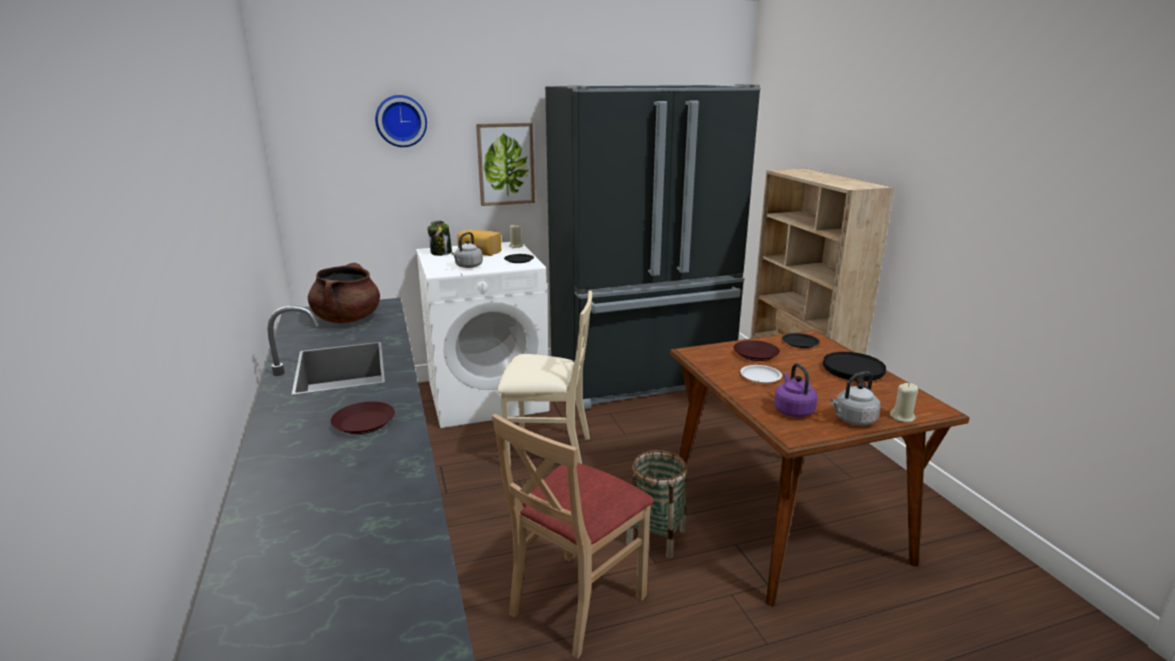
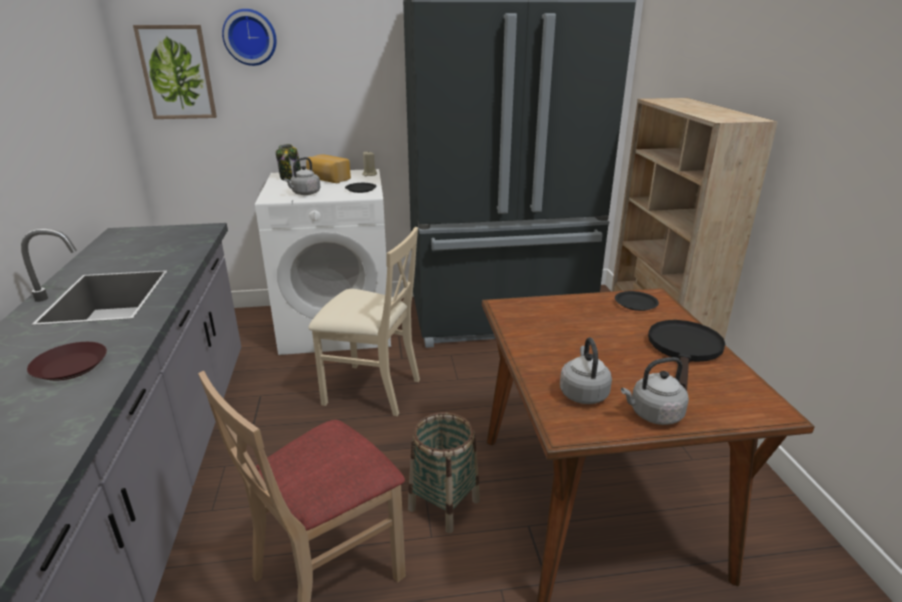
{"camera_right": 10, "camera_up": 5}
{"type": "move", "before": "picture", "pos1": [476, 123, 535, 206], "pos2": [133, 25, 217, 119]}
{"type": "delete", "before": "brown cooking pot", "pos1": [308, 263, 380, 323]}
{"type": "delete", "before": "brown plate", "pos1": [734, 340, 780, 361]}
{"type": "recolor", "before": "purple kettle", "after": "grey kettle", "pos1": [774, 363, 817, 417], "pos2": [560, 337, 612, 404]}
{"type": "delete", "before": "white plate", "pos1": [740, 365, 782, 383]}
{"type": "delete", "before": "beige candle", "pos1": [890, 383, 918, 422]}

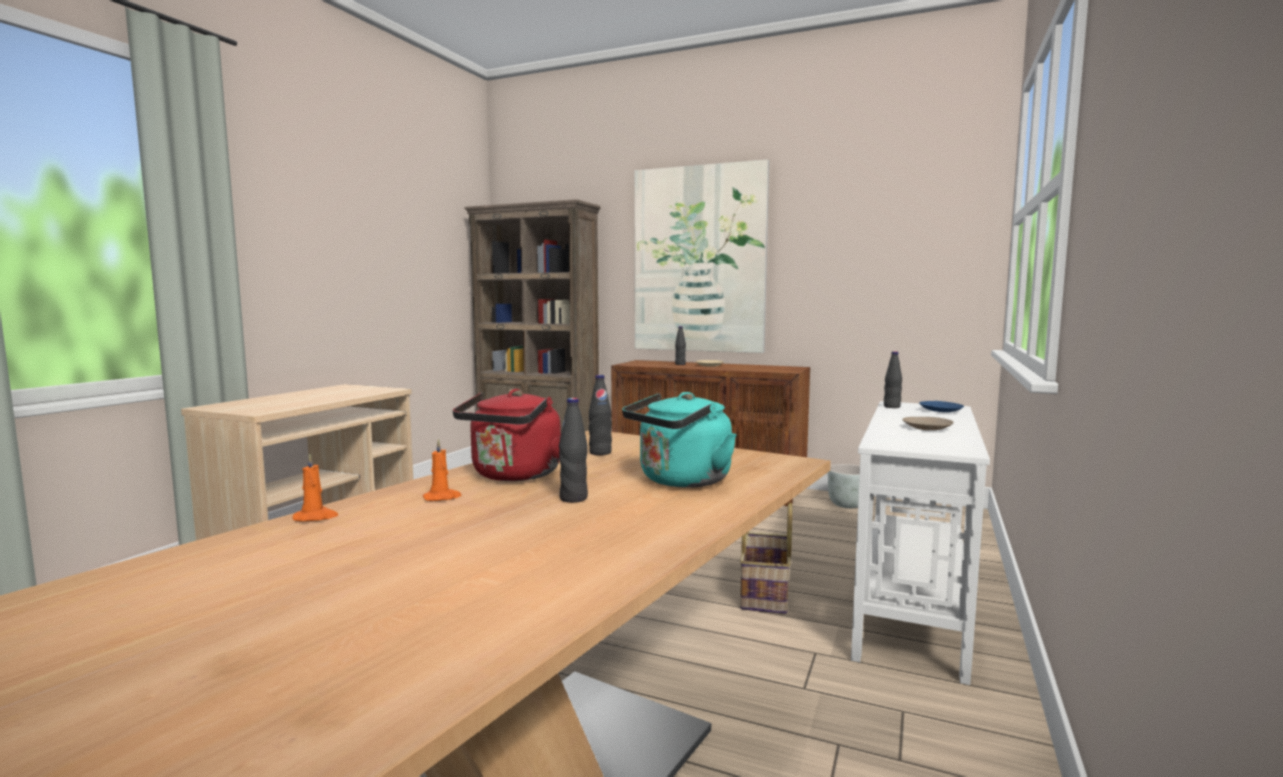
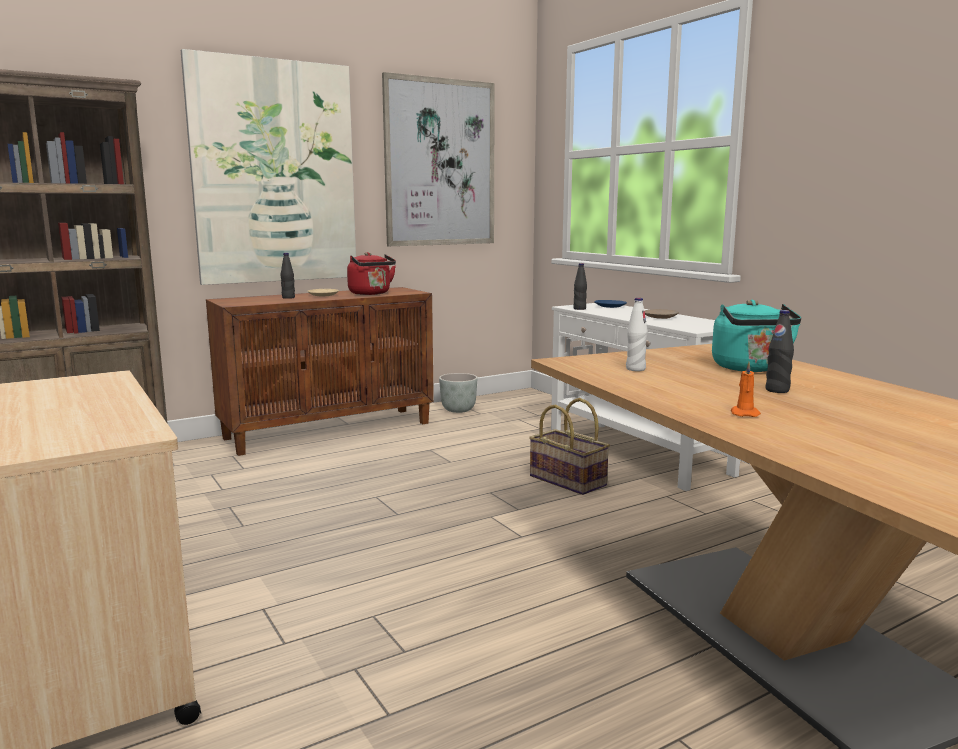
{"camera_right": -55, "camera_up": 5}
{"type": "recolor", "before": "black bottle", "after": "white bottle", "pos1": [589, 375, 612, 455], "pos2": [626, 298, 648, 371]}
{"type": "move", "before": "red kettle", "pos1": [453, 389, 561, 481], "pos2": [347, 252, 396, 295]}
{"type": "delete", "before": "orange candle", "pos1": [293, 453, 338, 522]}
{"type": "insert", "after": "picture", "pos2": [382, 72, 495, 246]}

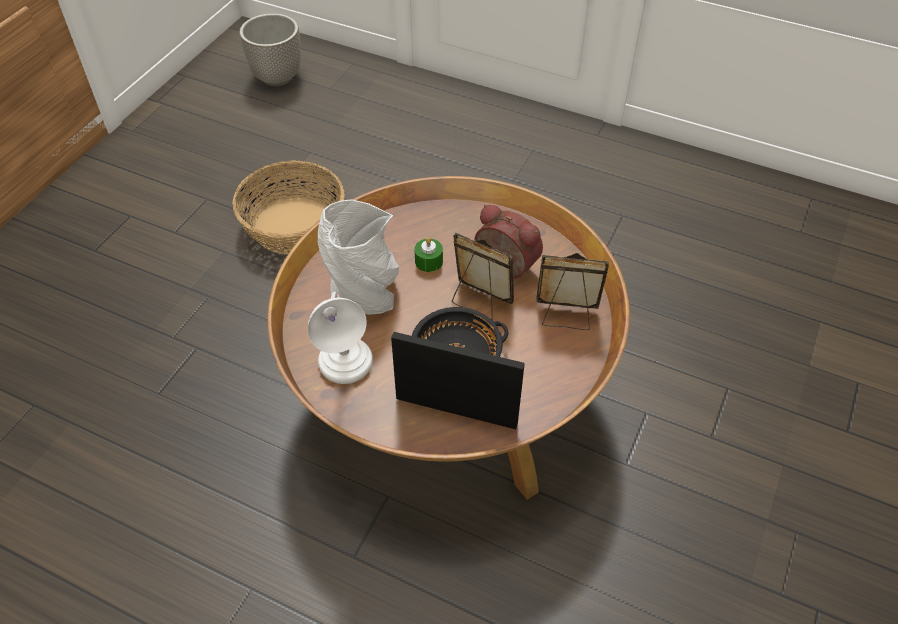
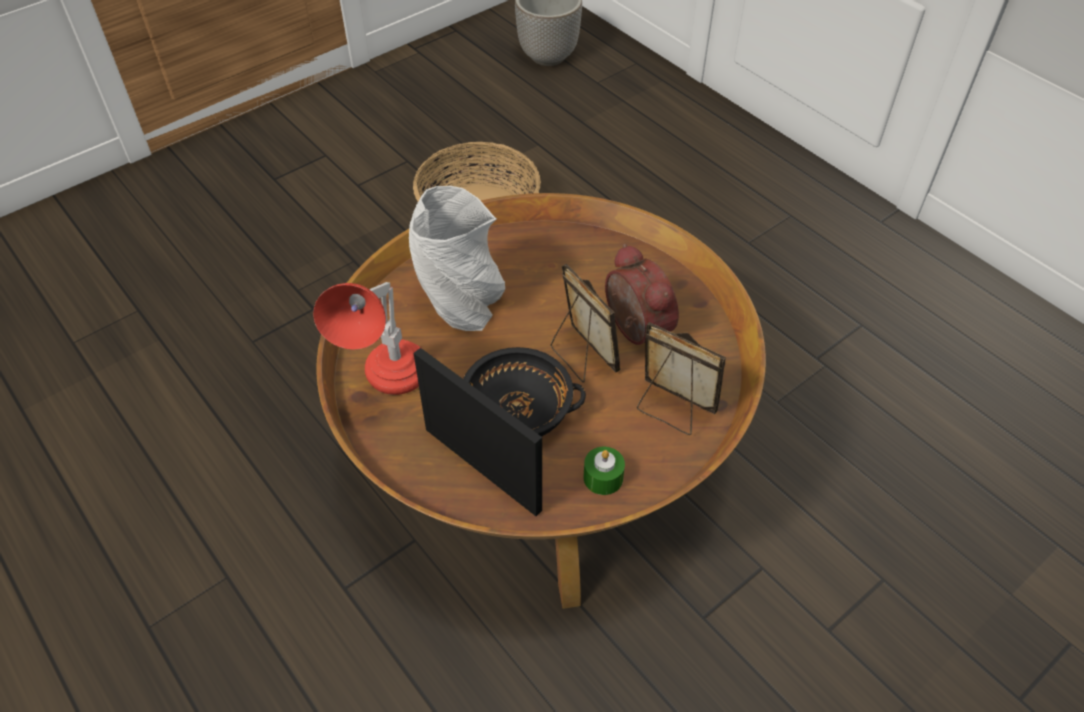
{"camera_right": 25, "camera_up": 0}
{"type": "move", "before": "green candle", "pos1": [414, 237, 443, 272], "pos2": [583, 447, 625, 495]}
{"type": "recolor", "before": "white table lamp", "after": "red table lamp", "pos1": [308, 292, 373, 384], "pos2": [313, 282, 421, 395]}

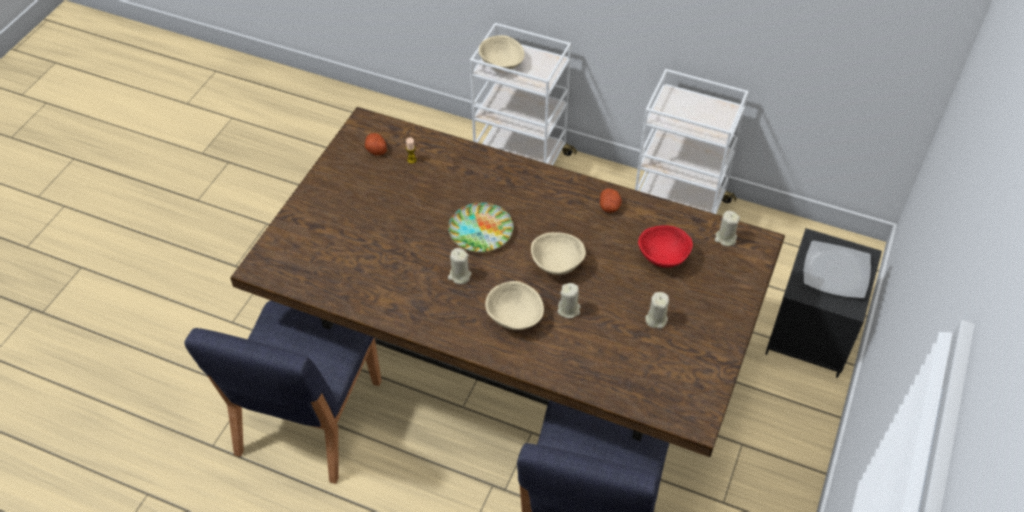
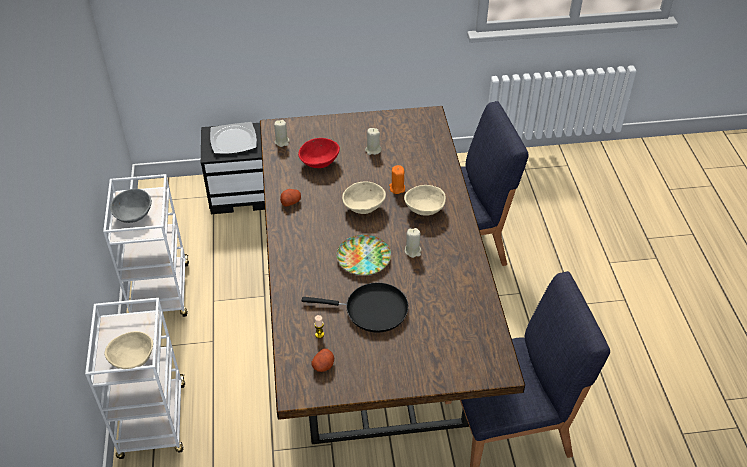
{"camera_right": -120, "camera_up": -5}
{"type": "recolor", "before": "beige candle", "after": "orange candle", "pos1": [557, 283, 581, 318], "pos2": [389, 165, 405, 194]}
{"type": "insert", "after": "grey bowl", "pos2": [110, 189, 152, 223]}
{"type": "insert", "after": "black frying pan", "pos2": [302, 283, 408, 333]}

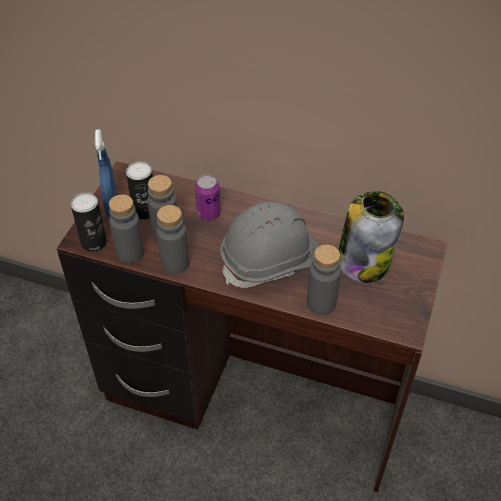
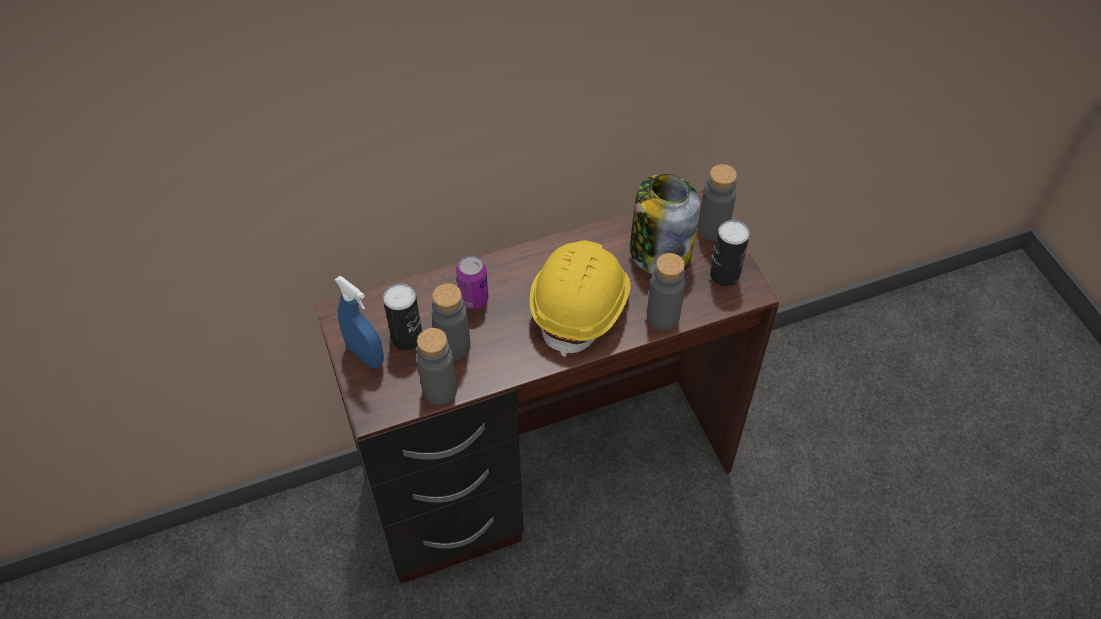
{"camera_right": -40, "camera_up": 5}
{"type": "move", "before": "can", "pos1": [71, 192, 107, 252], "pos2": [710, 220, 750, 287]}
{"type": "recolor", "before": "grey hard hat", "after": "yellow hard hat", "pos1": [220, 202, 319, 288], "pos2": [530, 240, 631, 357]}
{"type": "move", "before": "grey bottle", "pos1": [156, 205, 189, 274], "pos2": [698, 164, 737, 241]}

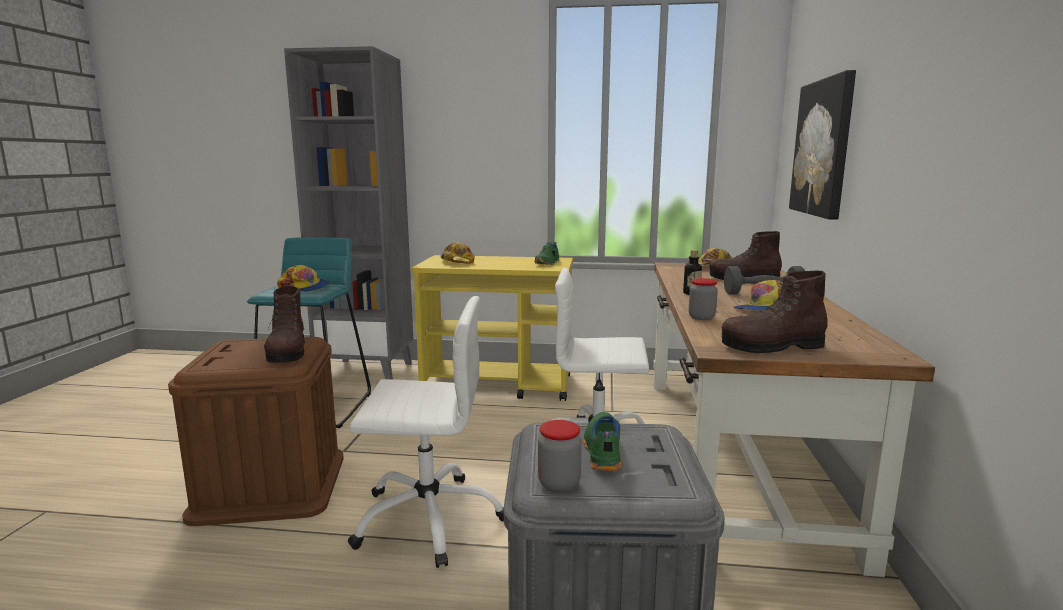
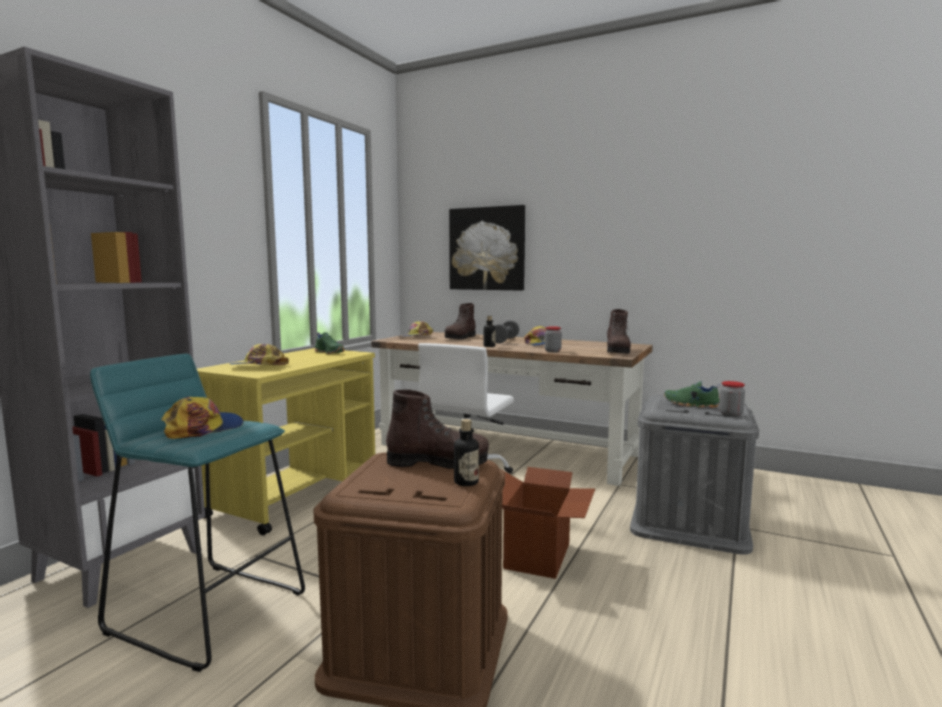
{"camera_right": -70, "camera_up": -5}
{"type": "replace", "before": "white office chair", "after": "cardboard box", "pos1": [348, 296, 504, 568], "pos2": [502, 467, 595, 579]}
{"type": "insert", "after": "bottle", "pos2": [454, 419, 479, 486]}

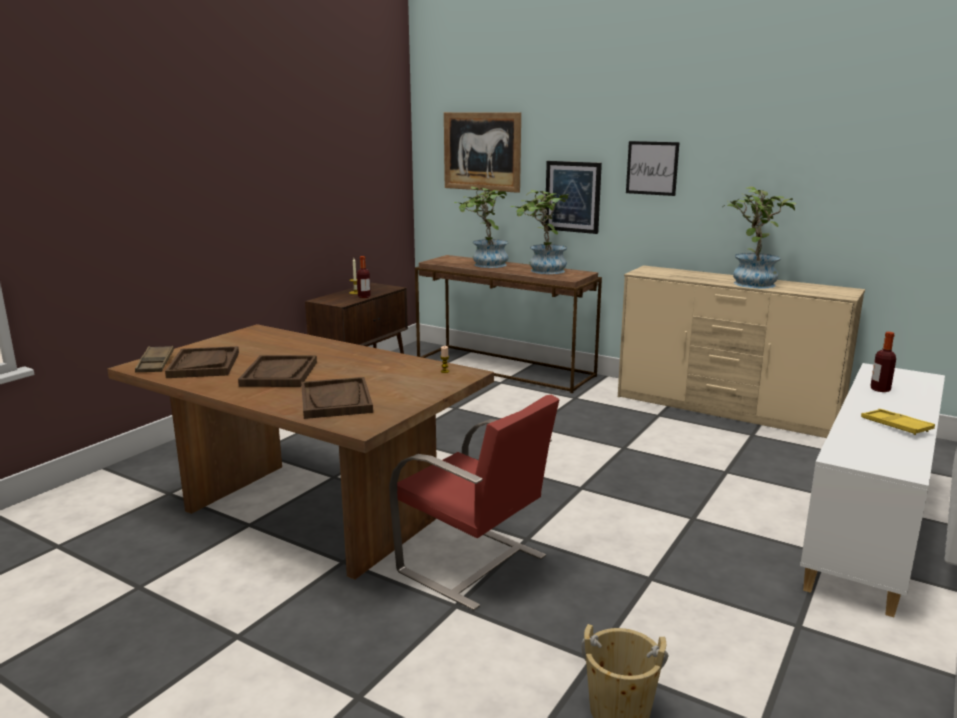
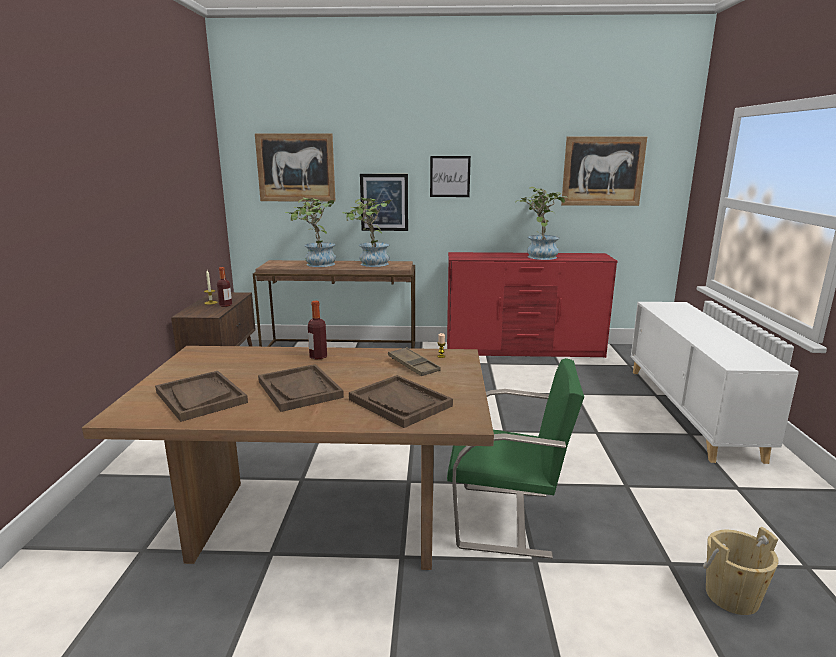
{"camera_right": -30, "camera_up": 0}
{"type": "recolor", "before": "beige dresser", "after": "red dresser", "pos1": [618, 265, 865, 438], "pos2": [447, 252, 618, 358]}
{"type": "move", "before": "bottle", "pos1": [870, 332, 896, 392], "pos2": [308, 301, 327, 360]}
{"type": "move", "before": "brown tray", "pos1": [135, 346, 174, 372], "pos2": [388, 347, 441, 376]}
{"type": "recolor", "before": "red chair", "after": "green chair", "pos1": [389, 395, 560, 611], "pos2": [447, 358, 584, 559]}
{"type": "delete", "before": "yellow tray", "pos1": [861, 409, 935, 435]}
{"type": "insert", "after": "picture", "pos2": [561, 137, 647, 206]}

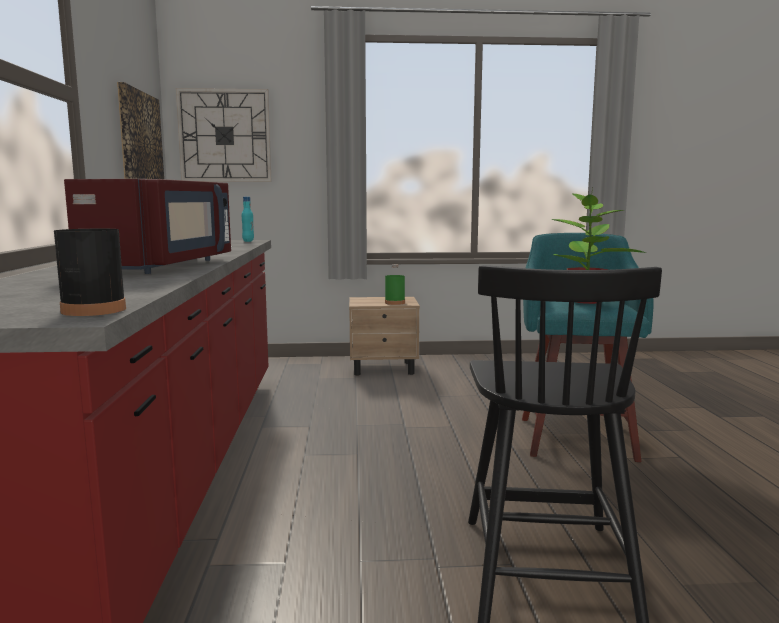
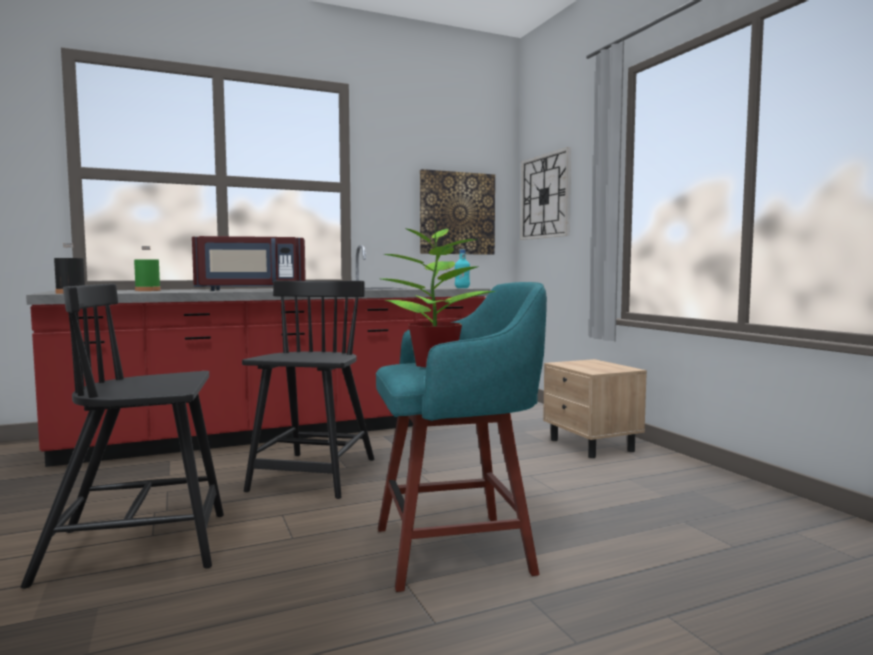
{"camera_right": 70, "camera_up": -5}
{"type": "move", "before": "green bottle", "pos1": [385, 264, 405, 305], "pos2": [134, 246, 161, 291]}
{"type": "insert", "after": "black chair", "pos2": [242, 280, 374, 499]}

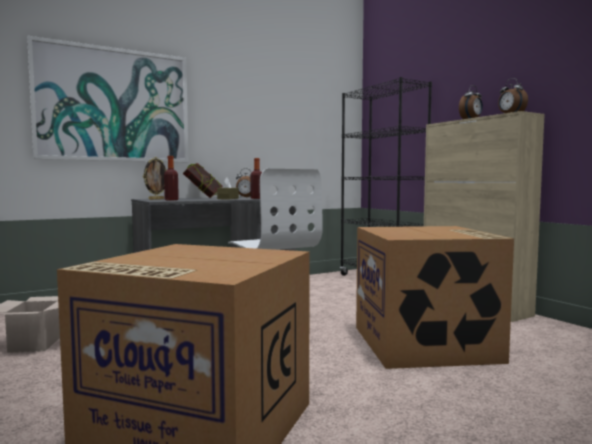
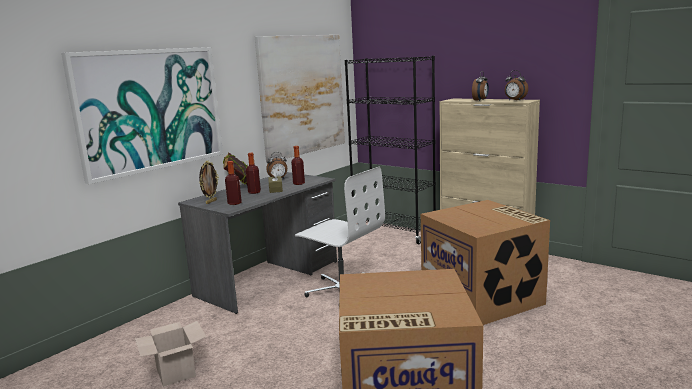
{"camera_right": -20, "camera_up": 10}
{"type": "insert", "after": "picture", "pos2": [255, 35, 345, 163]}
{"type": "insert", "after": "bottle", "pos2": [246, 153, 261, 194]}

